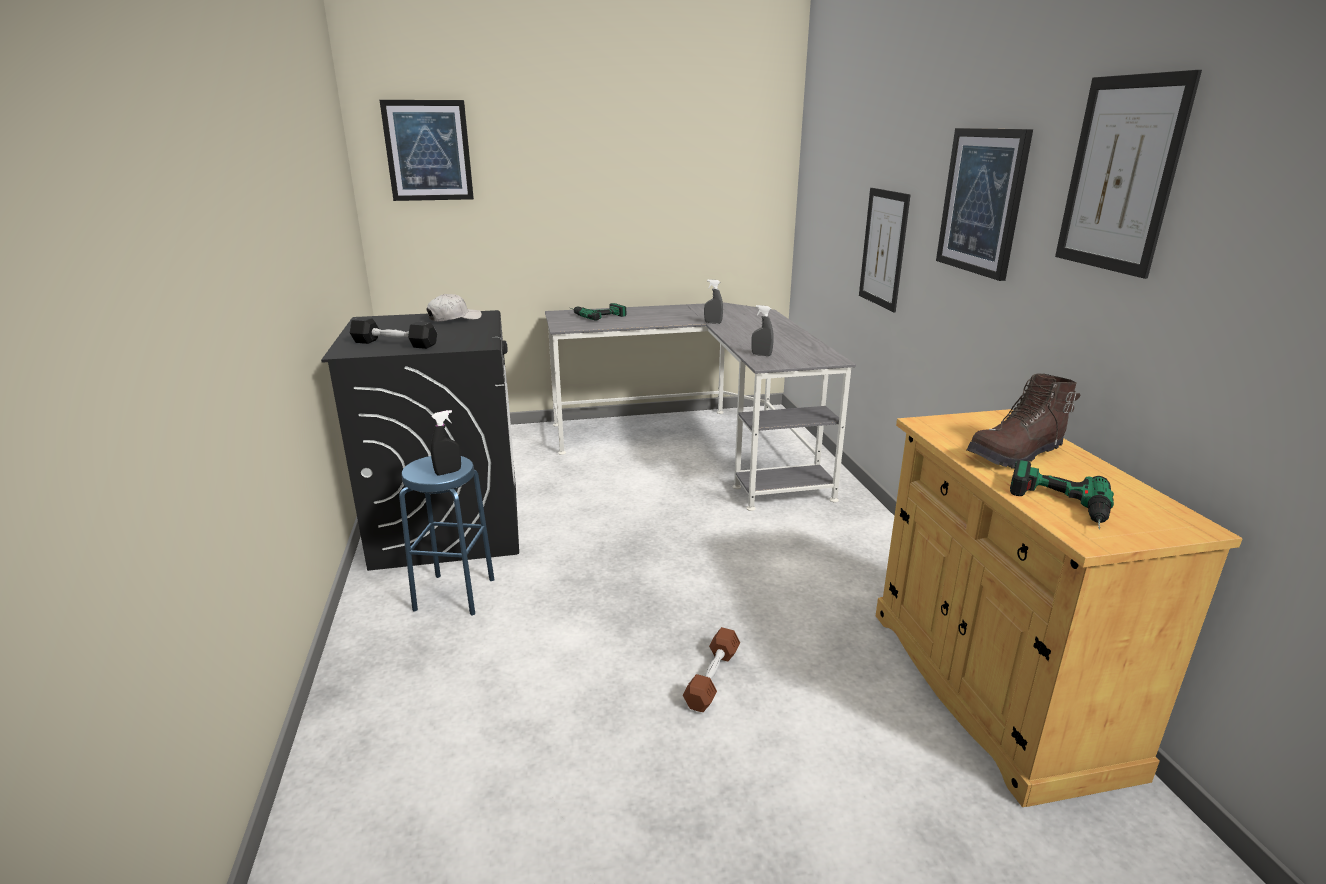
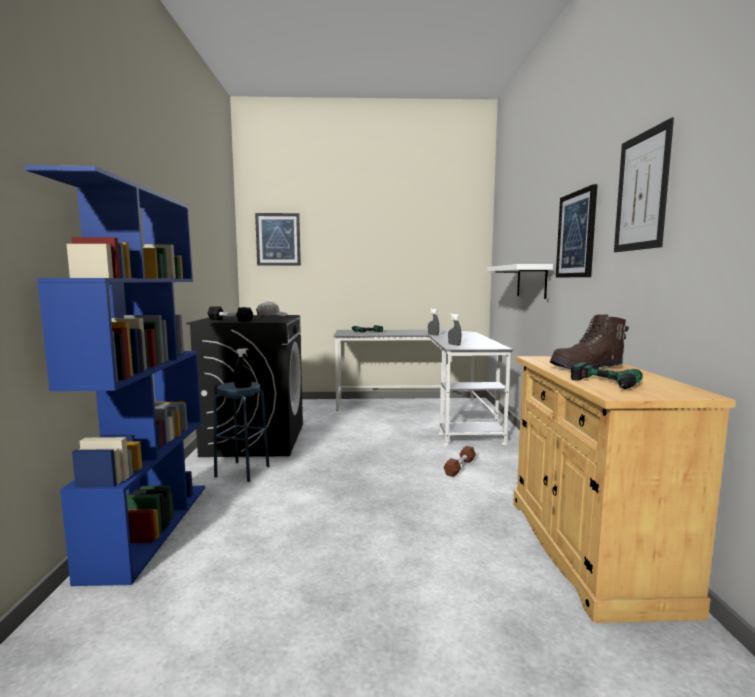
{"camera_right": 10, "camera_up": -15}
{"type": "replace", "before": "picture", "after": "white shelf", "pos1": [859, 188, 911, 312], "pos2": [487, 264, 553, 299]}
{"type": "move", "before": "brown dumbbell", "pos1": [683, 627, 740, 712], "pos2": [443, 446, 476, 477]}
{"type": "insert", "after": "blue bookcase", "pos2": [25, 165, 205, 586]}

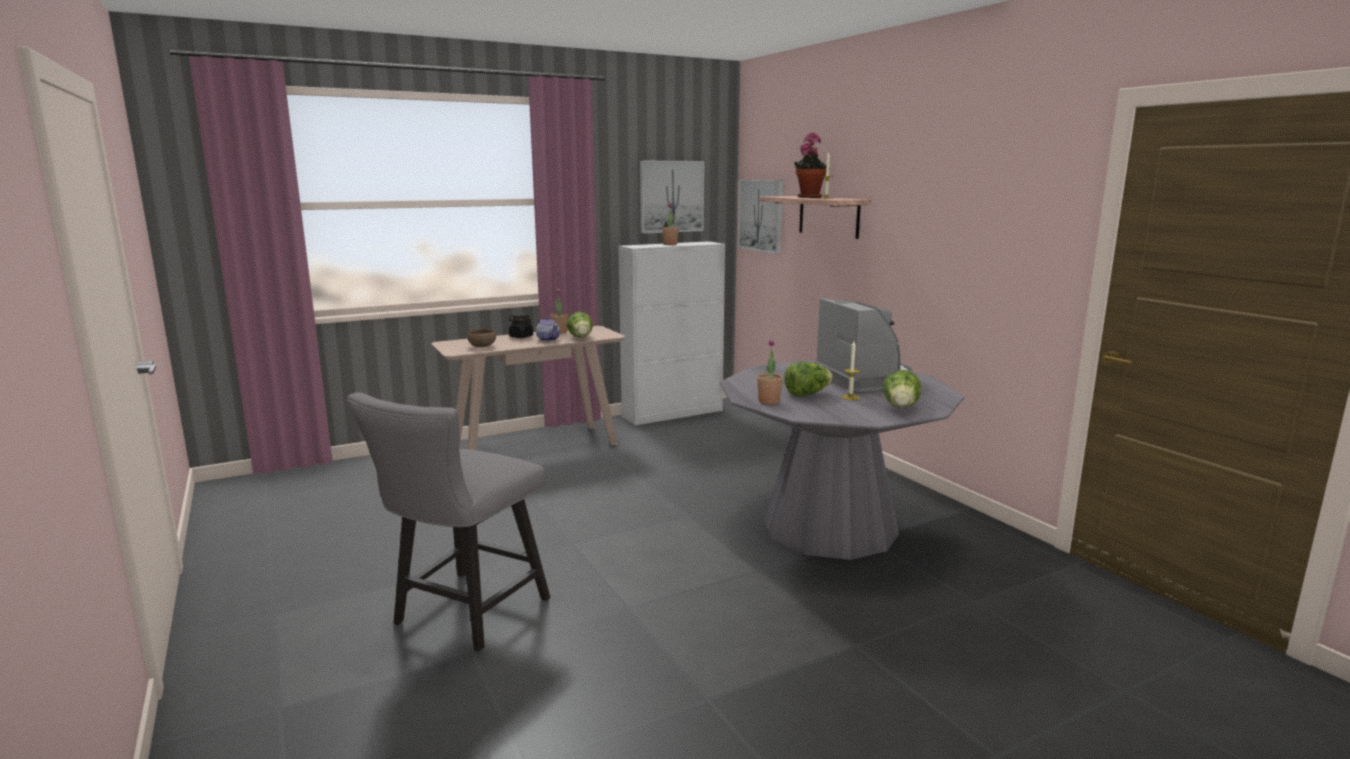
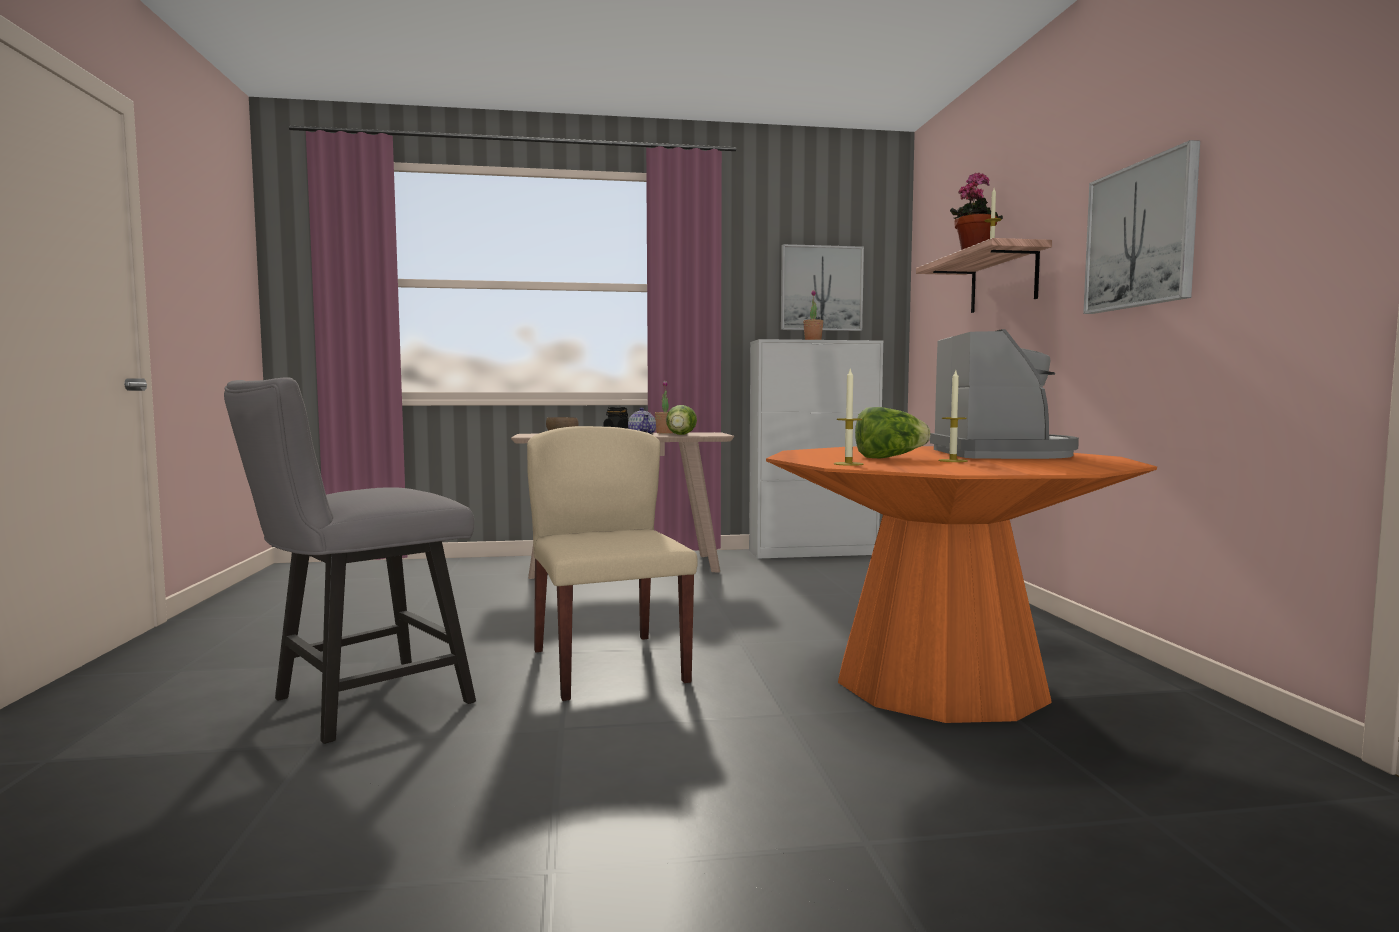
{"camera_right": 20, "camera_up": -10}
{"type": "move", "before": "picture", "pos1": [738, 180, 783, 254], "pos2": [1083, 140, 1200, 314]}
{"type": "delete", "before": "potted plant", "pos1": [757, 339, 783, 404]}
{"type": "recolor", "before": "grey dining table", "after": "orange dining table", "pos1": [720, 360, 964, 560], "pos2": [766, 446, 1157, 723]}
{"type": "delete", "before": "lettuce", "pos1": [883, 370, 921, 408]}
{"type": "insert", "after": "candle", "pos2": [834, 369, 864, 466]}
{"type": "insert", "after": "beige chair", "pos2": [527, 426, 698, 701]}

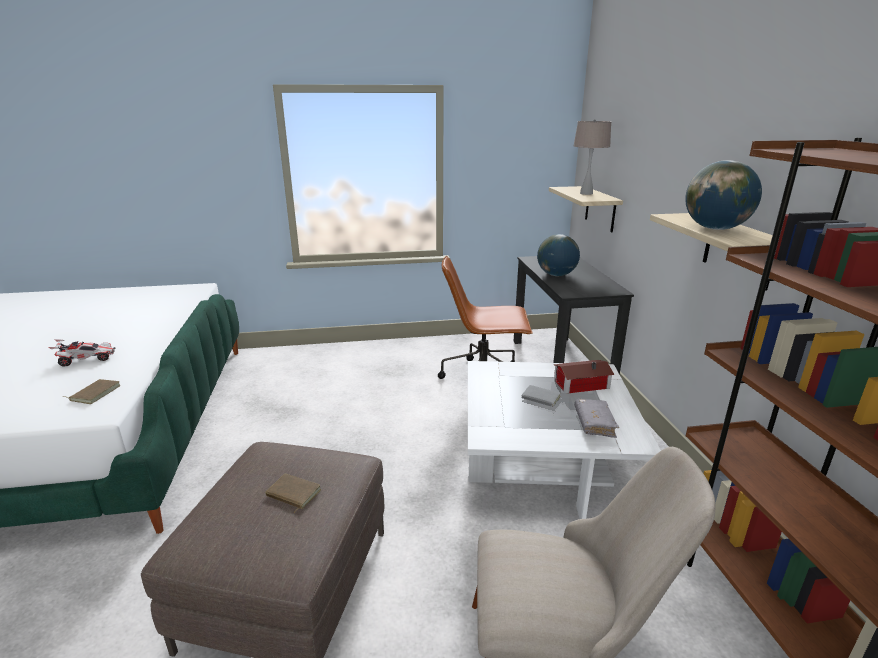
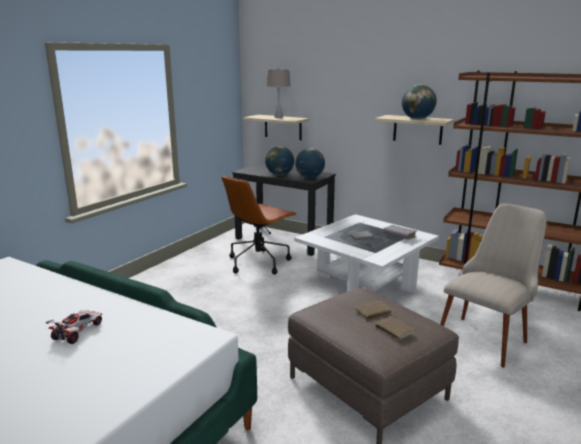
{"camera_right": -50, "camera_up": -5}
{"type": "delete", "before": "toy house", "pos1": [553, 360, 615, 394]}
{"type": "move", "before": "brown book", "pos1": [62, 379, 121, 404], "pos2": [376, 317, 414, 340]}
{"type": "insert", "after": "globe", "pos2": [295, 148, 325, 178]}

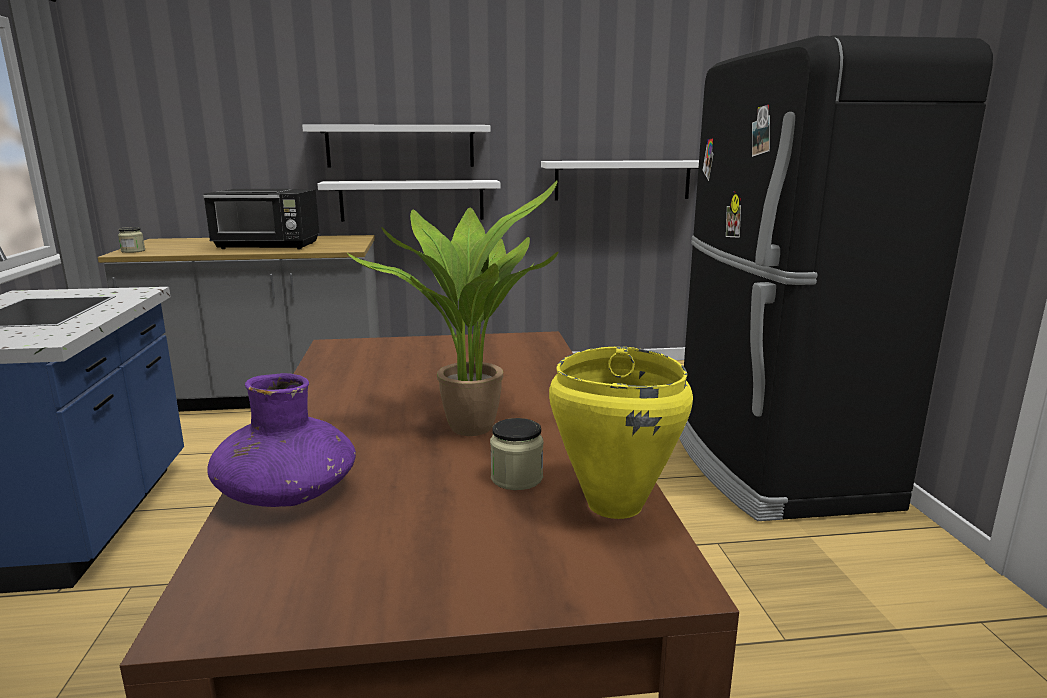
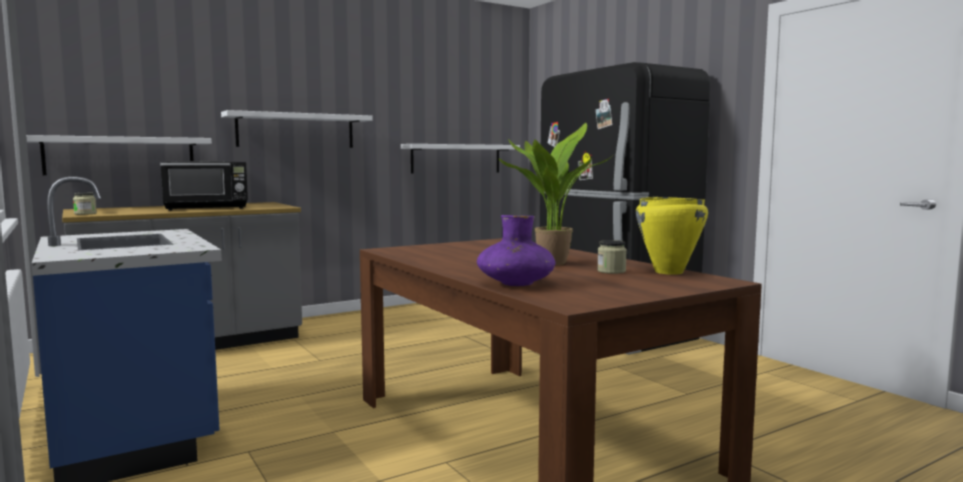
{"camera_right": -25, "camera_up": -10}
{"type": "move", "before": "white shelf", "pos1": [317, 180, 500, 222], "pos2": [26, 135, 212, 175]}

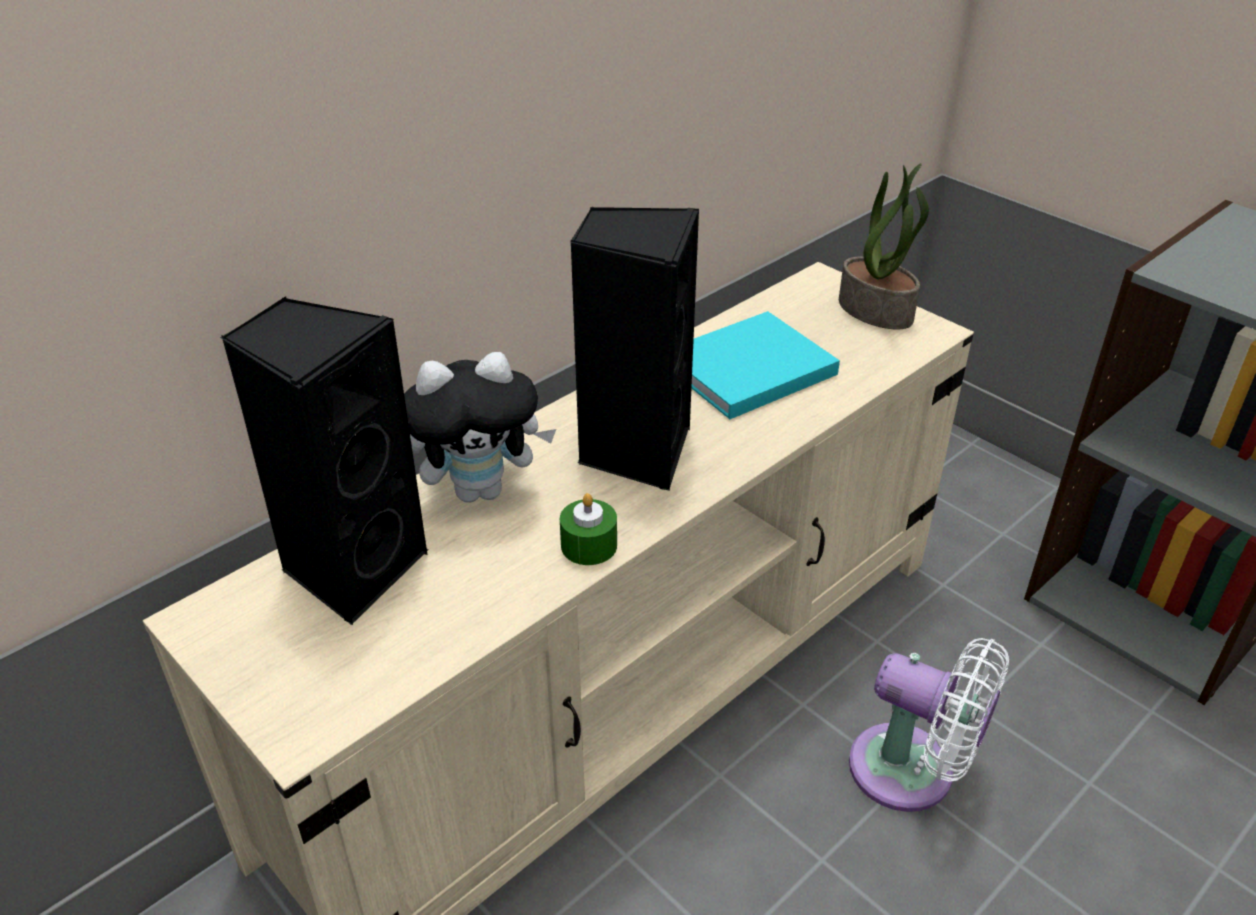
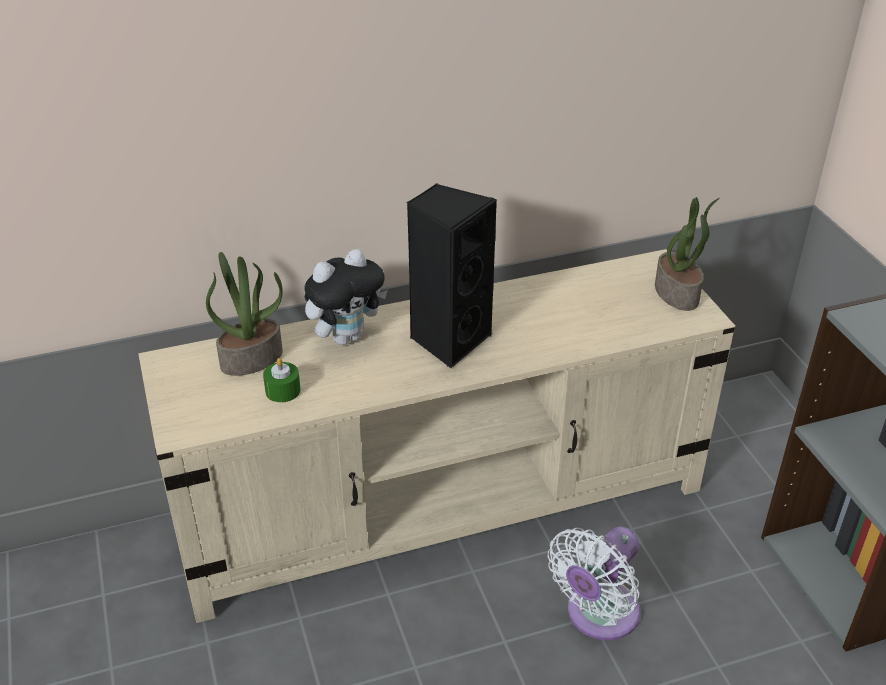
{"camera_right": 25, "camera_up": 0}
{"type": "replace", "before": "black speaker", "after": "potted plant", "pos1": [220, 296, 429, 625], "pos2": [206, 252, 283, 376]}
{"type": "delete", "before": "turquoise book", "pos1": [692, 311, 840, 419]}
{"type": "rotate", "before": "plush toy", "pos1": [404, 352, 556, 502], "pos2": [304, 249, 388, 345], "turn": -45}
{"type": "move", "before": "green candle", "pos1": [560, 493, 617, 565], "pos2": [263, 358, 301, 403]}
{"type": "rotate", "before": "white fan", "pos1": [849, 638, 1009, 812], "pos2": [548, 527, 640, 640], "turn": 75}

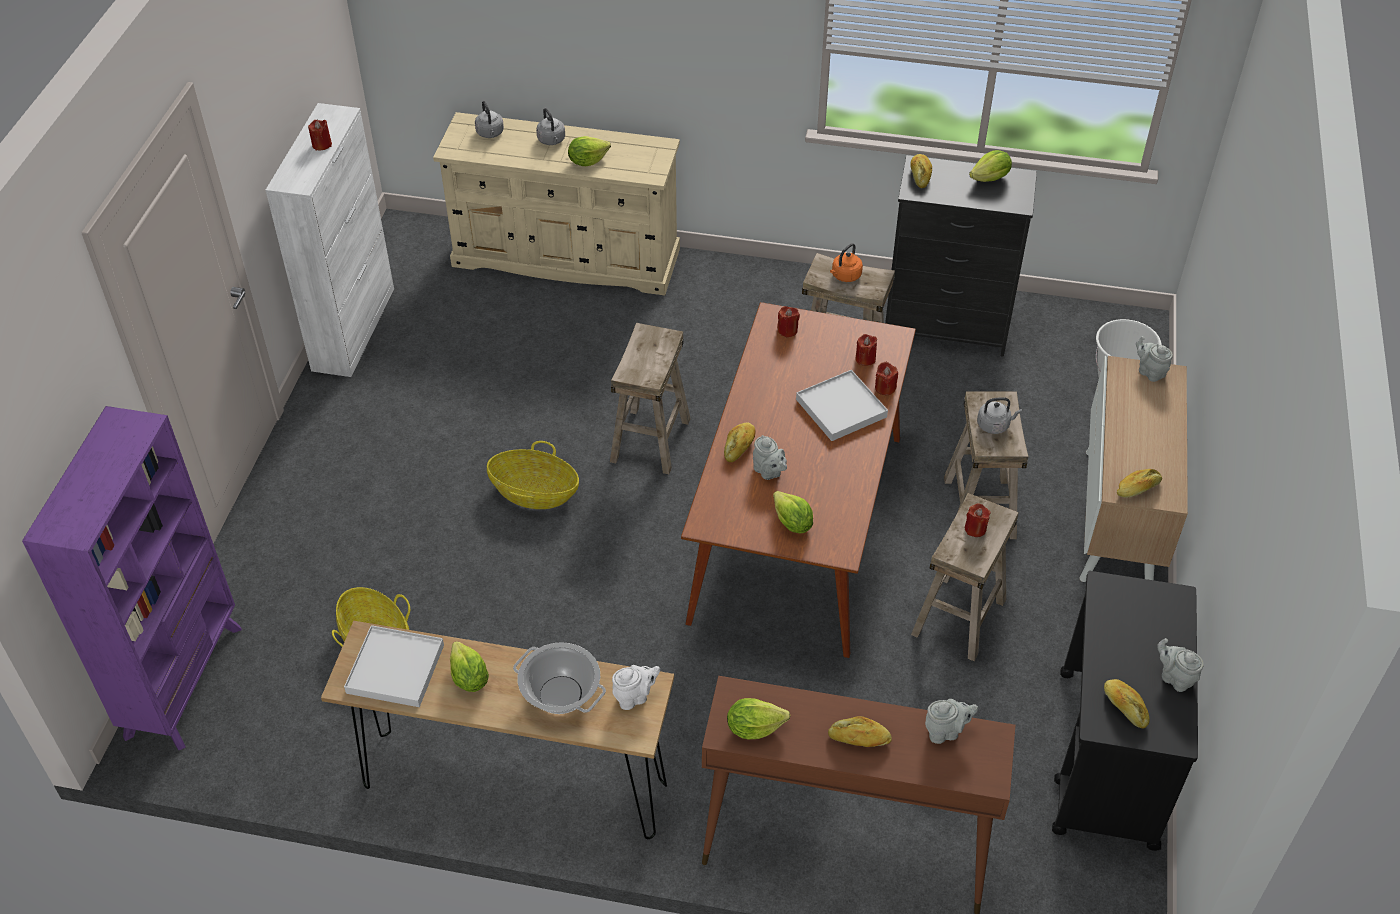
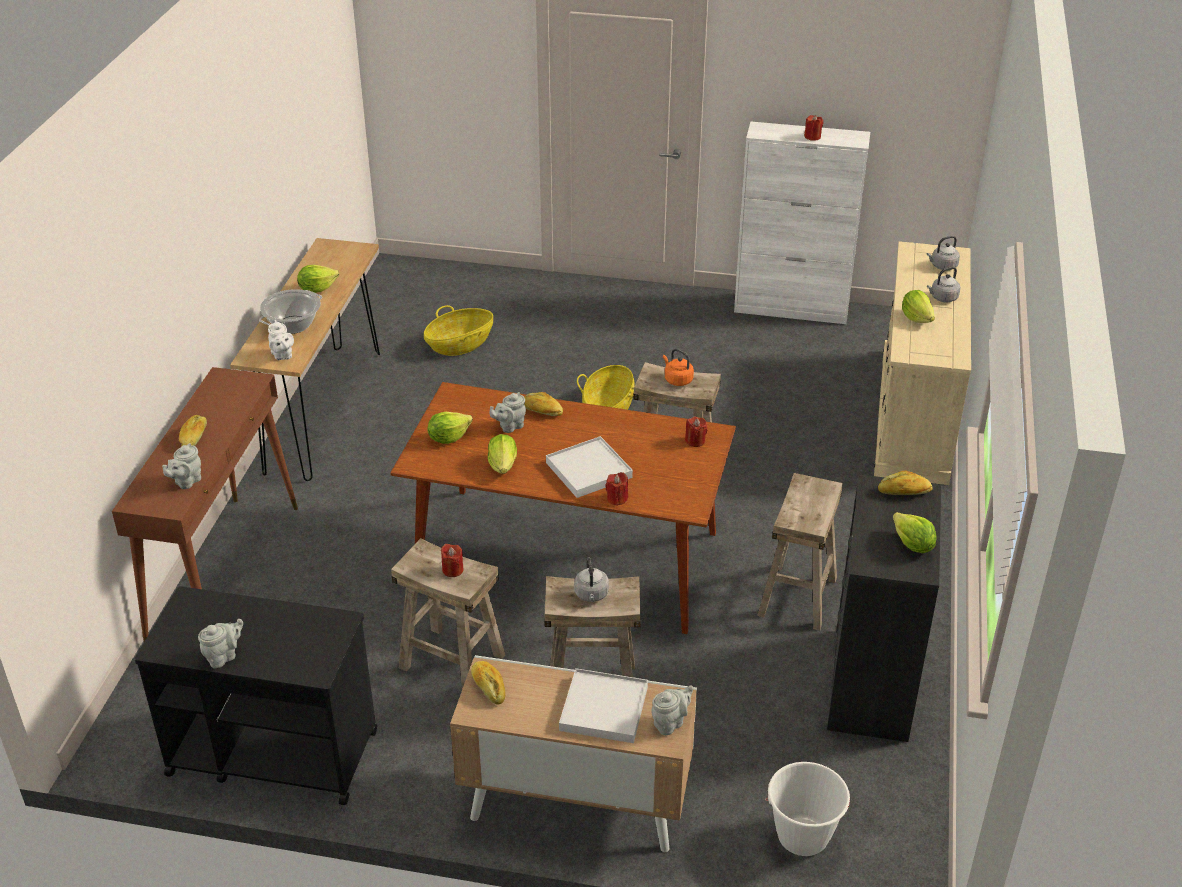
{"camera_right": 90, "camera_up": -10}
{"type": "move", "before": "orange kettle", "pos1": [830, 243, 863, 282], "pos2": [663, 349, 694, 386]}
{"type": "delete", "before": "red candle", "pos1": [855, 334, 877, 366]}
{"type": "delete", "before": "purple bookcase", "pos1": [22, 406, 242, 751]}
{"type": "move", "before": "white tray", "pos1": [344, 625, 444, 707], "pos2": [559, 668, 648, 743]}
{"type": "delete", "before": "bread", "pos1": [1104, 679, 1150, 728]}
{"type": "move", "before": "lettuce", "pos1": [727, 698, 790, 739], "pos2": [488, 434, 517, 474]}
{"type": "rotate", "before": "grey teapot", "pos1": [925, 699, 978, 744], "pos2": [162, 443, 201, 489], "turn": 45}

